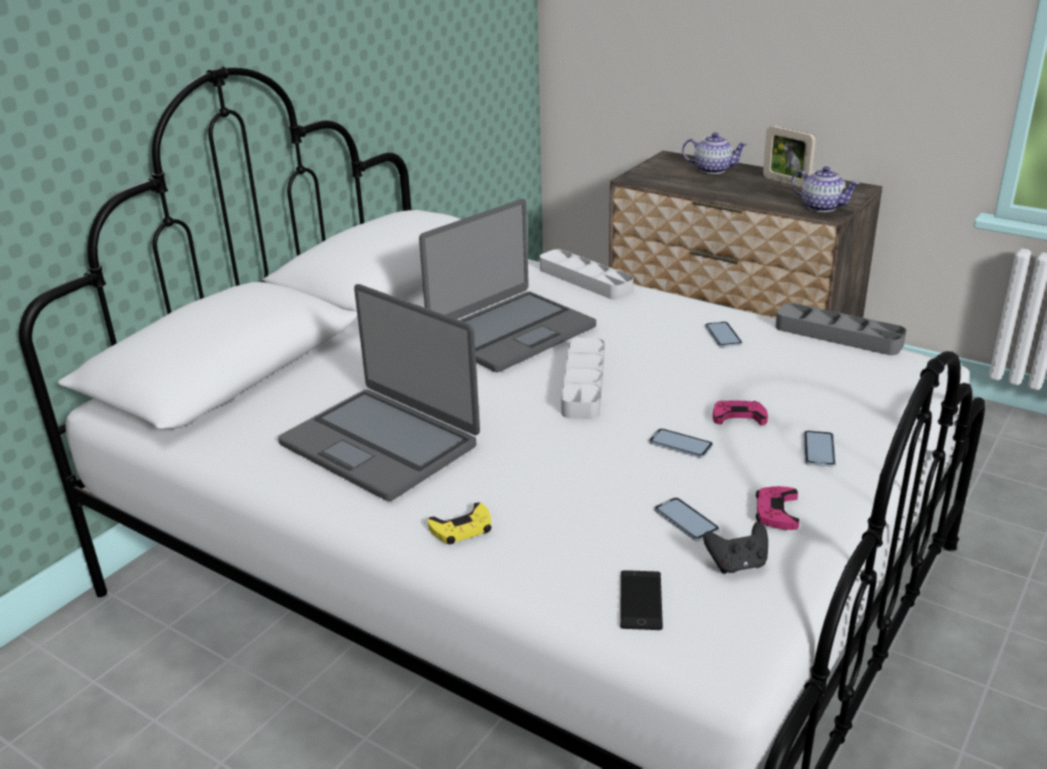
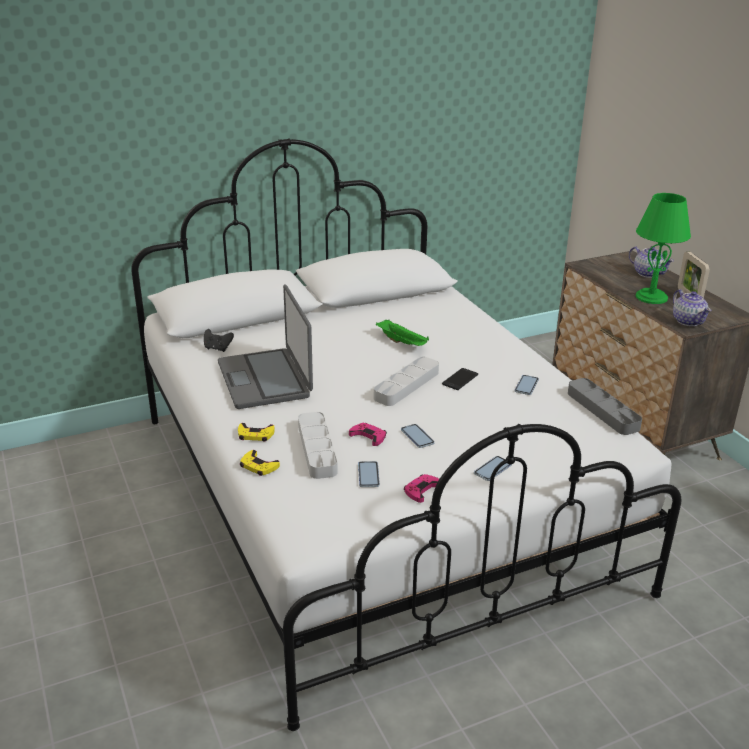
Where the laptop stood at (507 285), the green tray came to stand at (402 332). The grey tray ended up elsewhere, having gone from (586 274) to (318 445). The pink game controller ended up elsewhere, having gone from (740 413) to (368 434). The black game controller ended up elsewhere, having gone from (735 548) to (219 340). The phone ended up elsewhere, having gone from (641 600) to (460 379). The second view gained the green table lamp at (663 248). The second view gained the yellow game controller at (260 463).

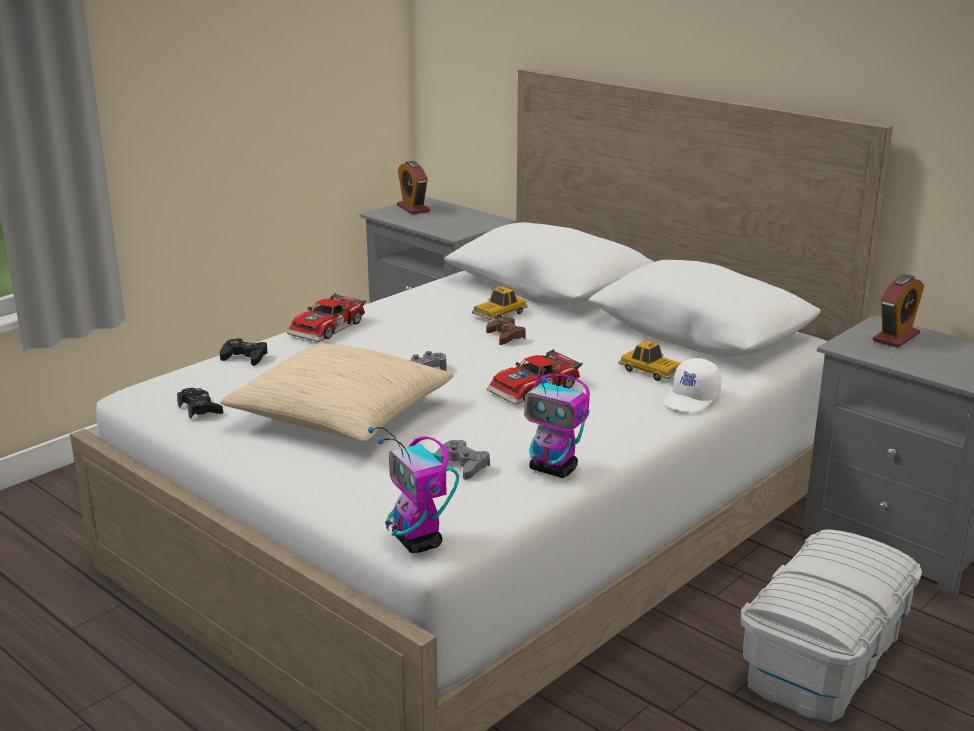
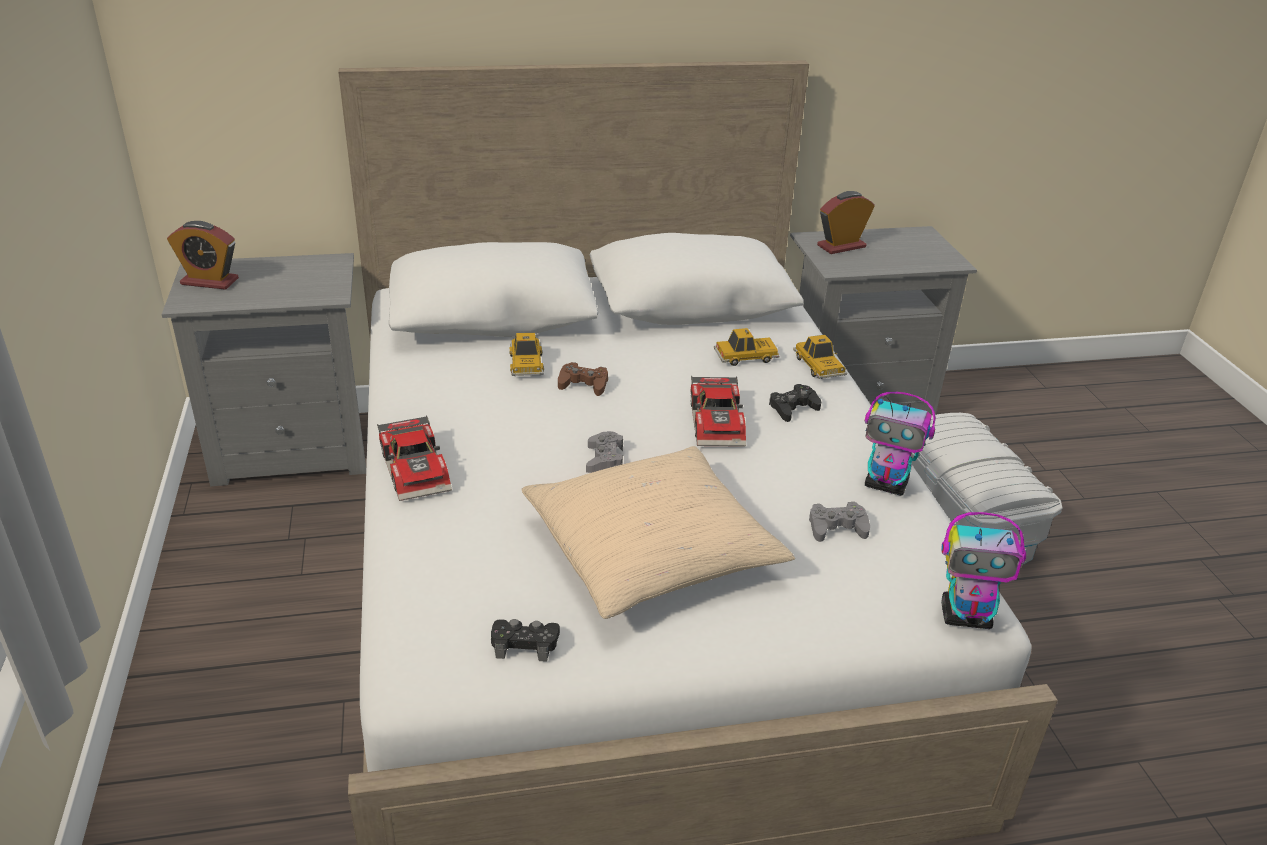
The alarm clock at (898 311) ended up facing another way, 105 degrees counterclockwise from before. The black game controller ended up elsewhere, having gone from (244 352) to (795 403). Where the white cap stood at (692 385), the toy car came to stand at (820 357). The toy robot at (555 424) ended up facing another way, 45 degrees clockwise from before.

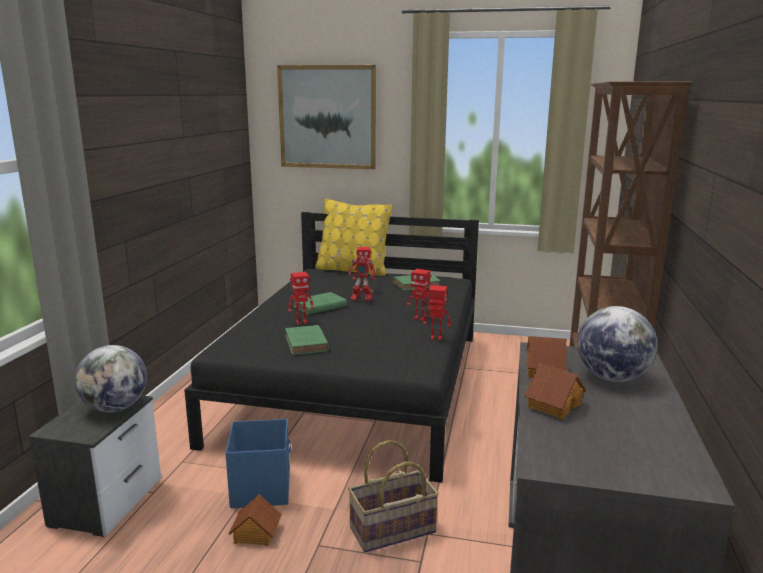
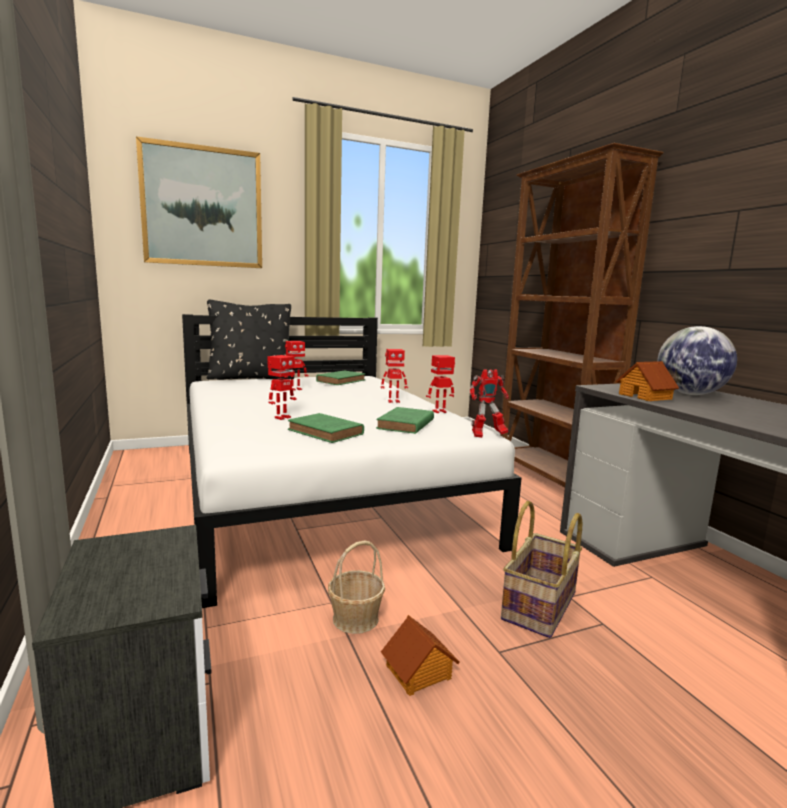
What was the yellow pillow at (354 237) turned into the black pillow at (250 340). What was the black bed at (331 347) turned into the white bed at (352 461). The toy robot ended up elsewhere, having gone from (361 278) to (489 403). The green book ended up elsewhere, having gone from (320 303) to (405 420). The second view lost the globe at (111 378). The second view lost the toy house at (555 391). Where the blue storage box stood at (258 463), the basket came to stand at (356 587).

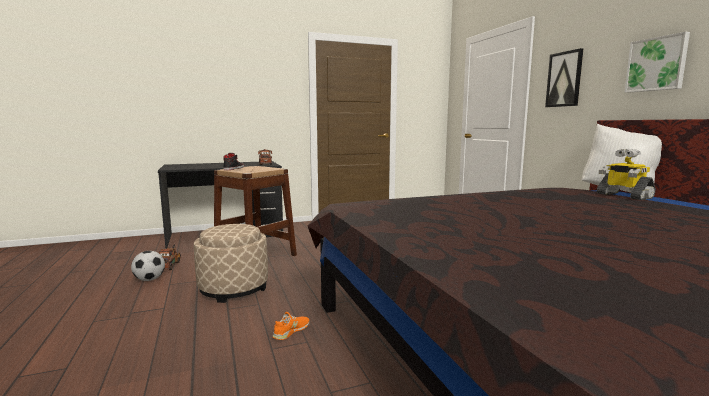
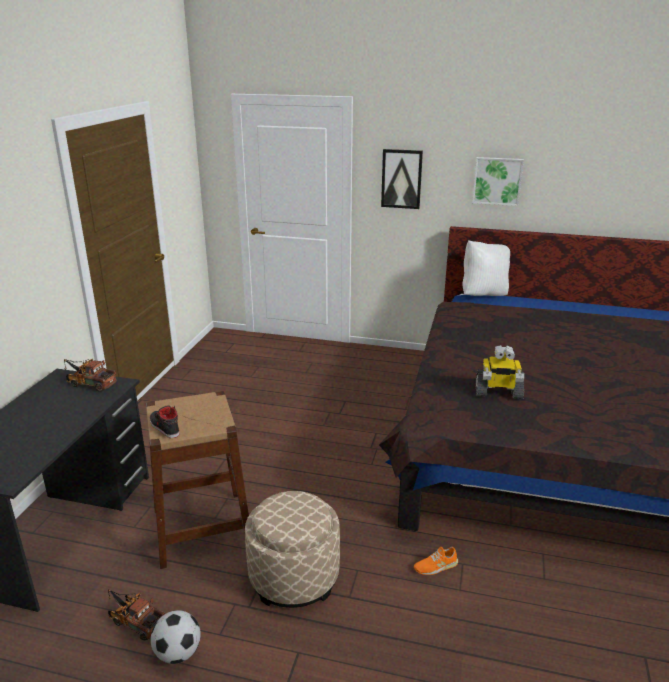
The toy robot ended up elsewhere, having gone from (626 174) to (499 372). The orange shoe at (291 326) ended up facing another way, 90 degrees counterclockwise from before.

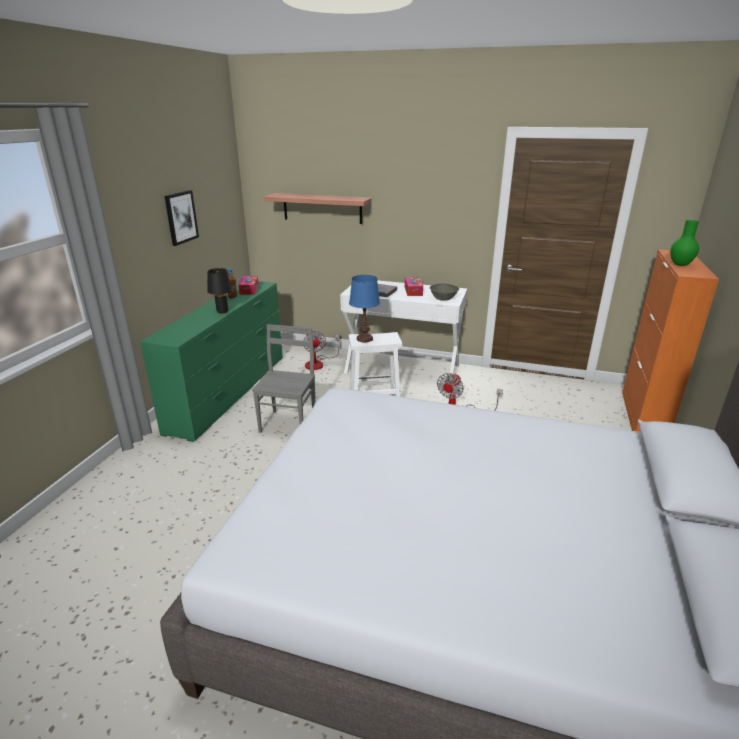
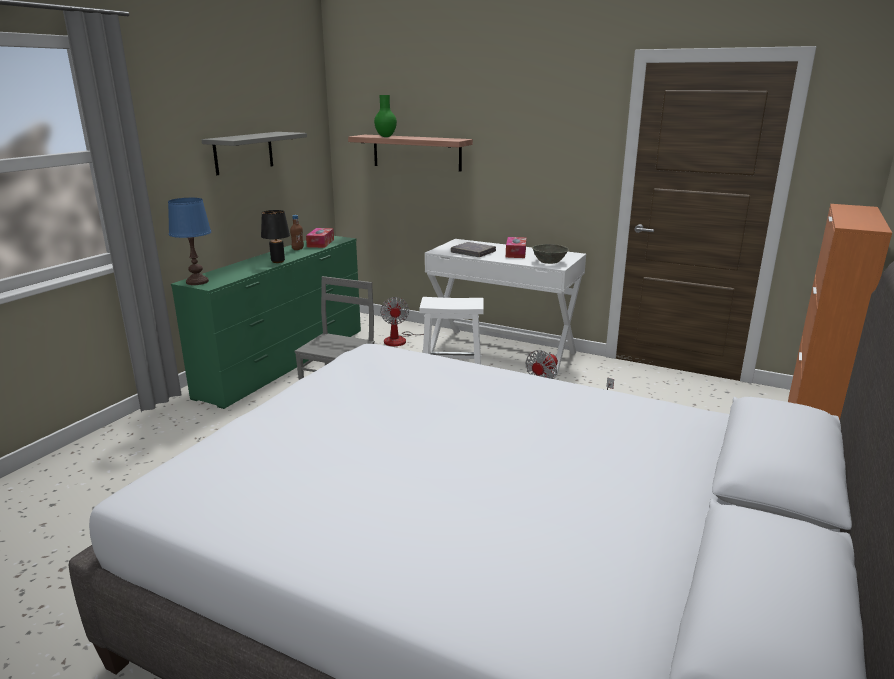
Where the picture hung at (181 218), the grey shelf came to hang at (254 153). The green vase ended up elsewhere, having gone from (684 243) to (385 116). The blue table lamp ended up elsewhere, having gone from (364 308) to (189 241).

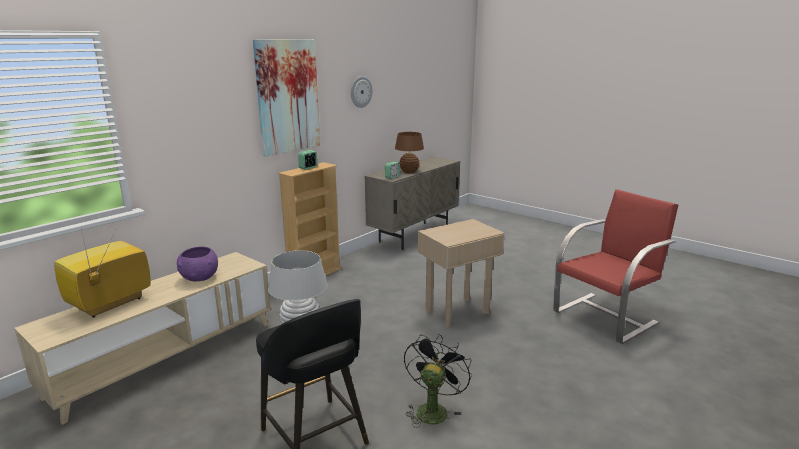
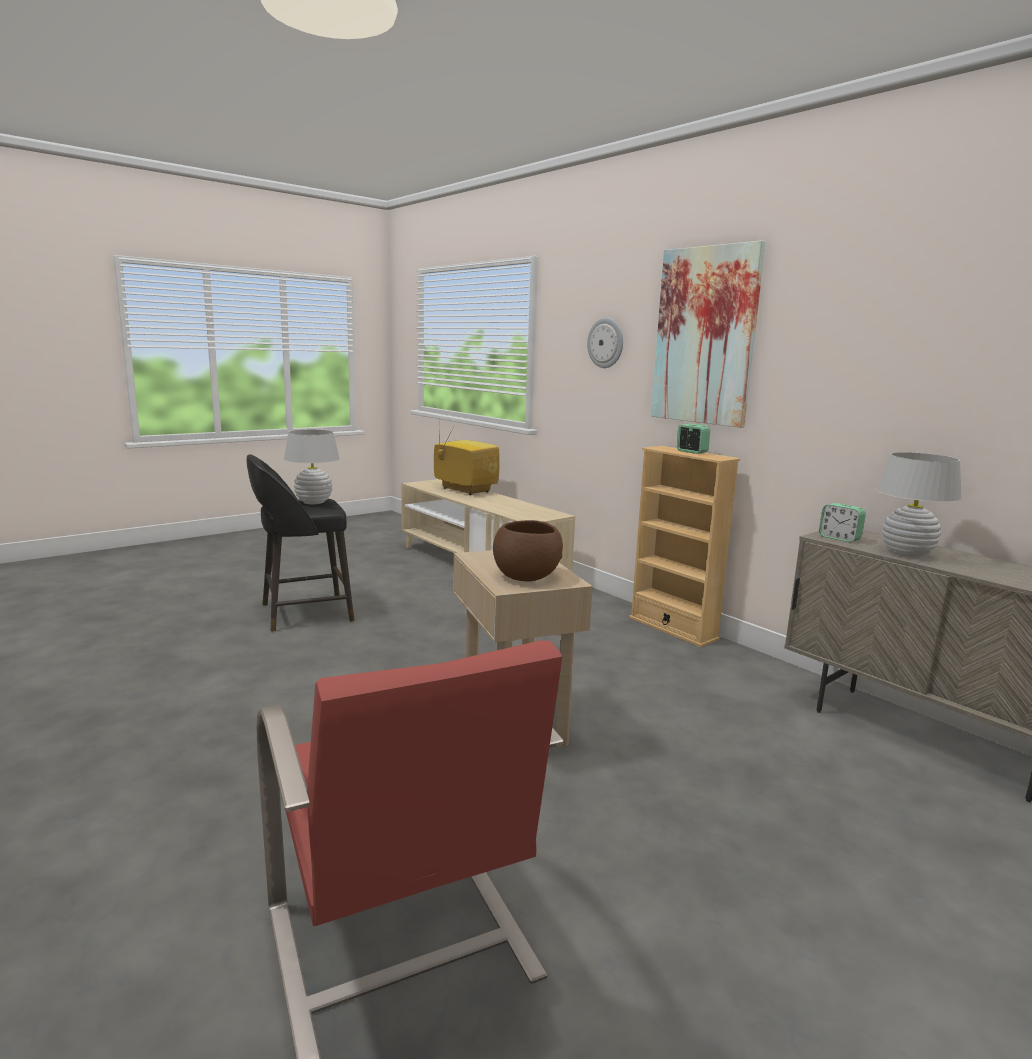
The wall clock ended up elsewhere, having gone from (361 92) to (605 343). What was the brown table lamp at (409 152) turned into the white table lamp at (918 504). The second view lost the purple bowl at (197 263). The second view lost the black fan at (438 381). The second view gained the brown bowl at (528 550).

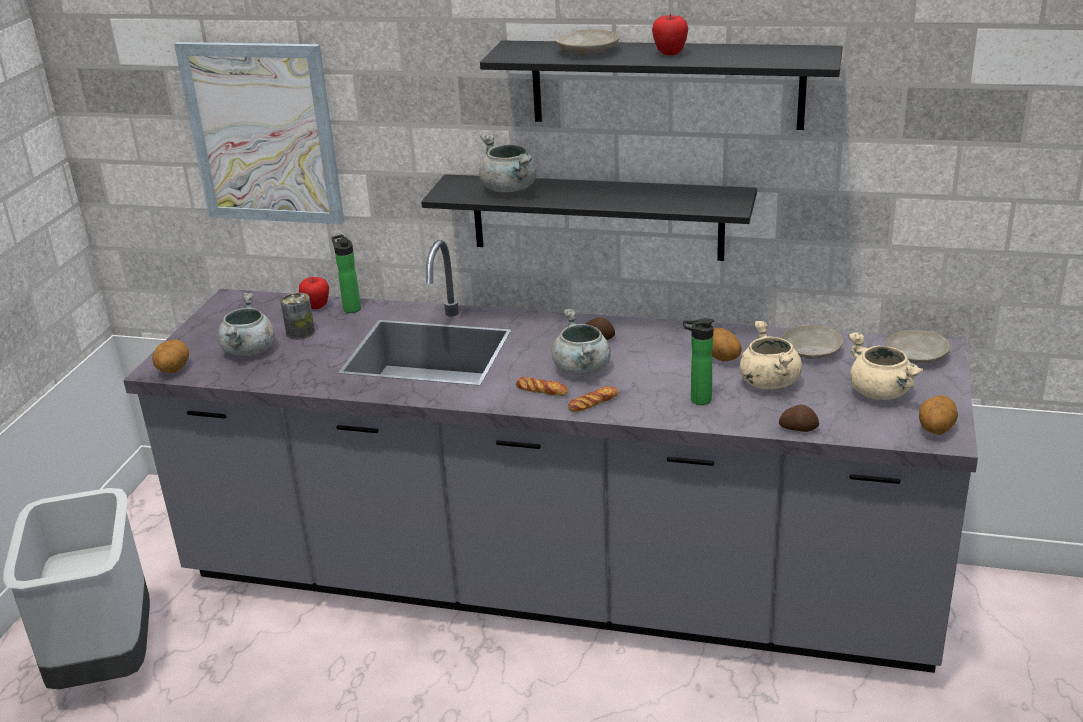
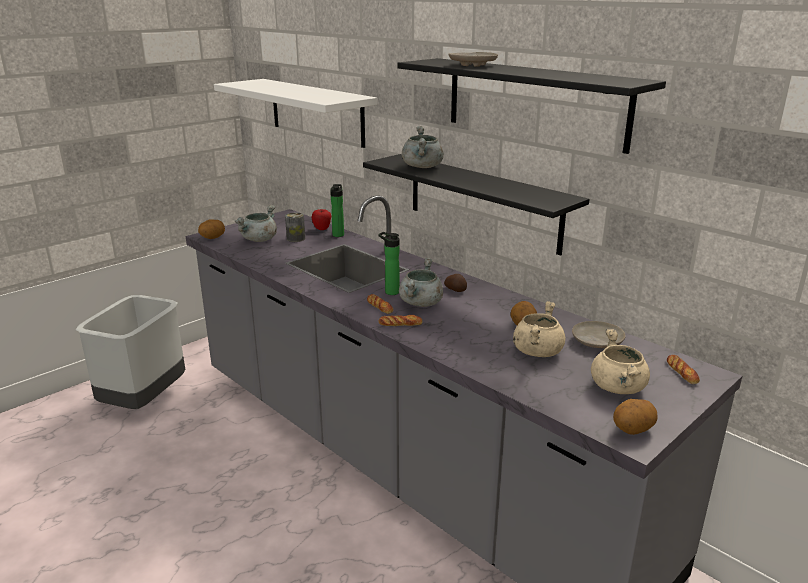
The second view lost the apple at (670 34). Where the picture hung at (259 133), the white shelf came to hang at (295 113). The bottle ended up elsewhere, having gone from (698 361) to (389 263). Where the beige plate stood at (918 346), the bread came to stand at (683 369). The second view lost the potato at (799 418).

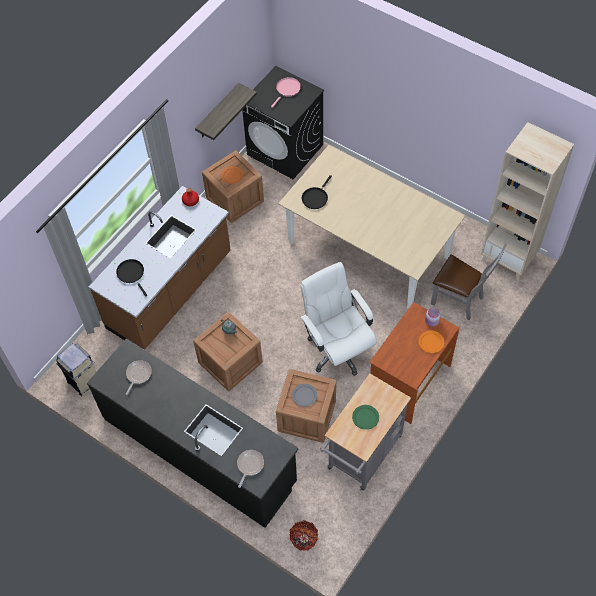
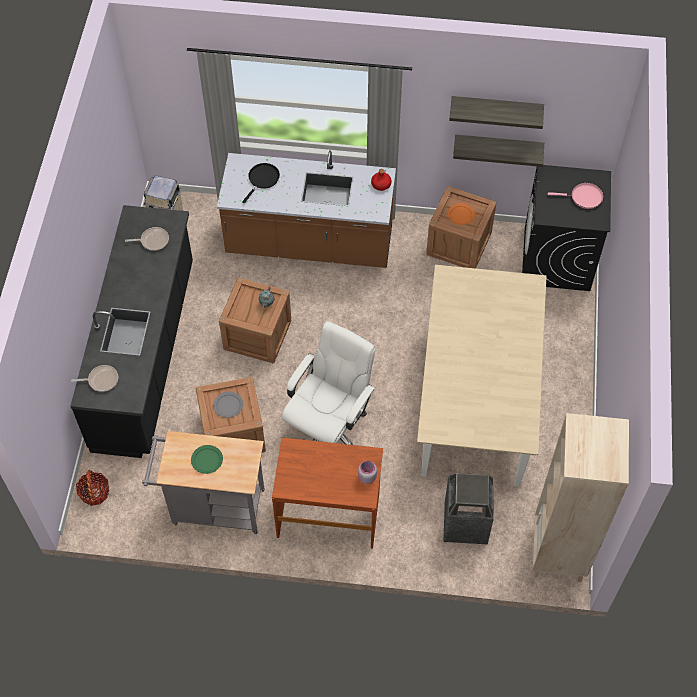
The second view lost the black frying pan at (317 192). Where the grey chair stood at (469 282), the trash can came to stand at (469 508). The second view lost the orange plate at (431 341). The second view gained the shelf at (496 112).

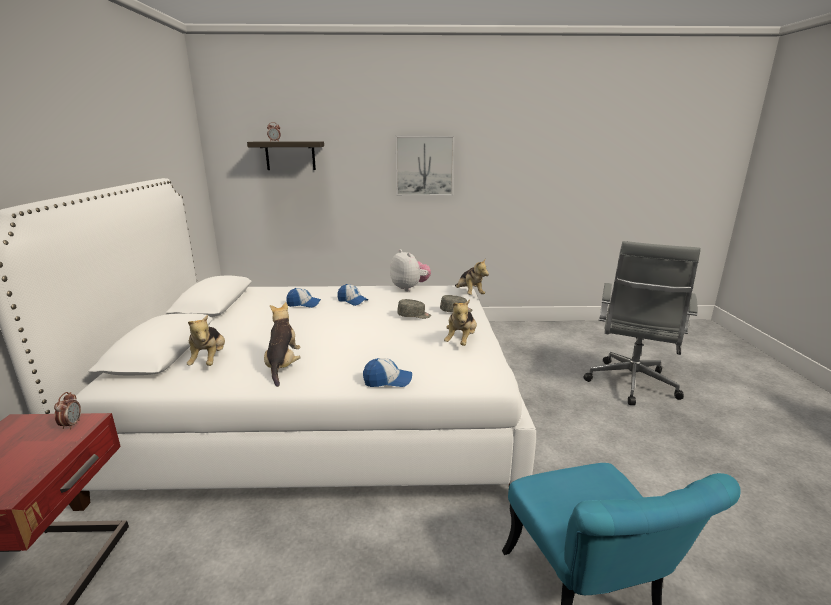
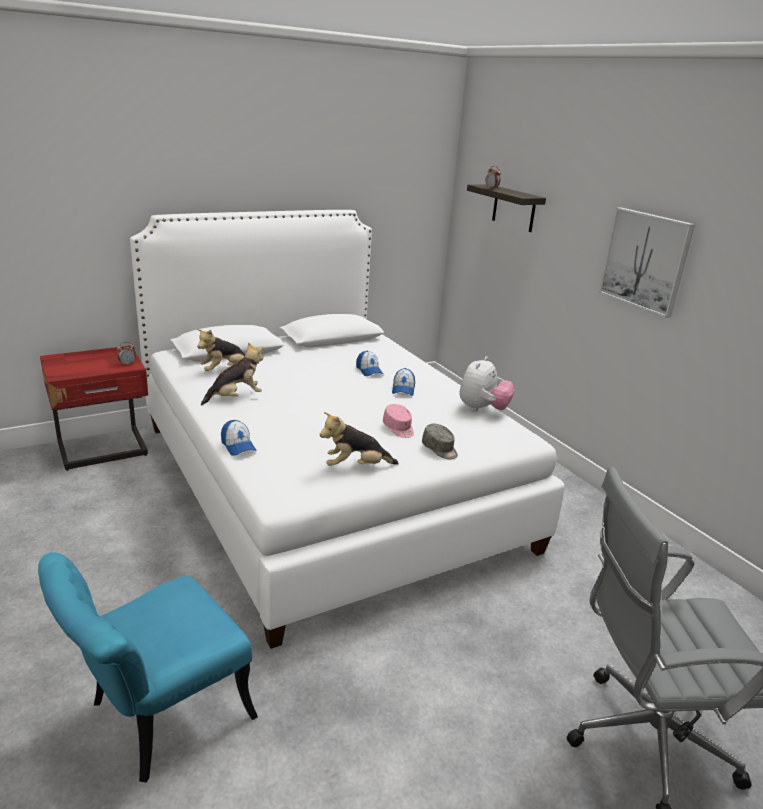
The second view lost the plush toy at (472 276). What was the grey cap at (414 309) turned into the pink cap at (398 421).

